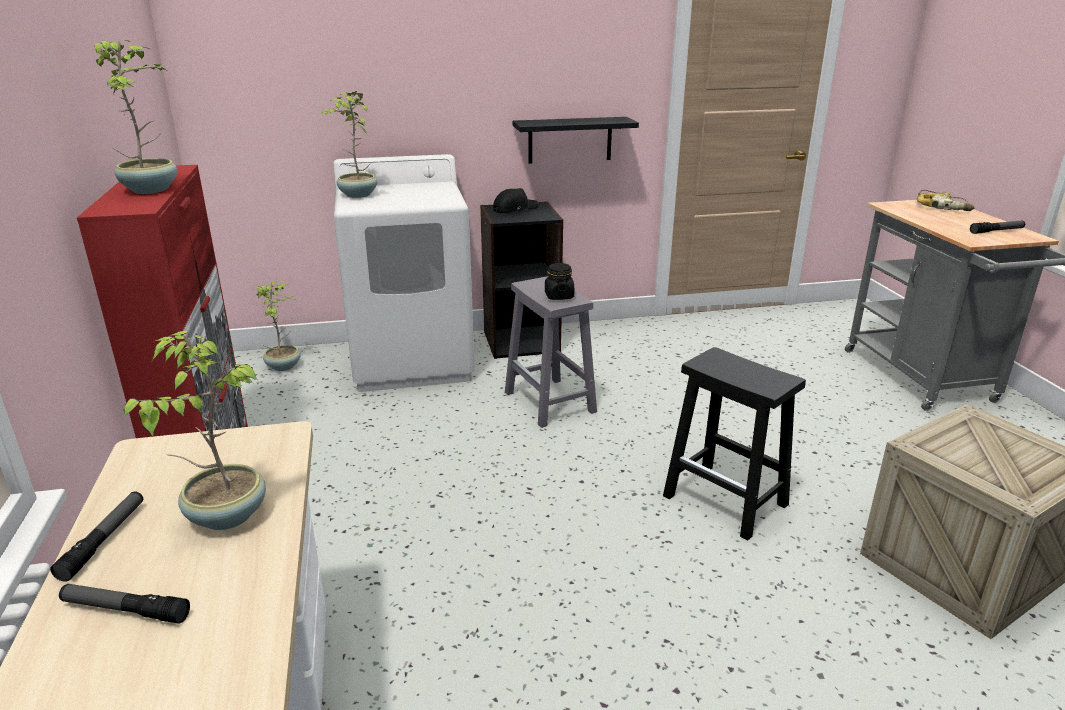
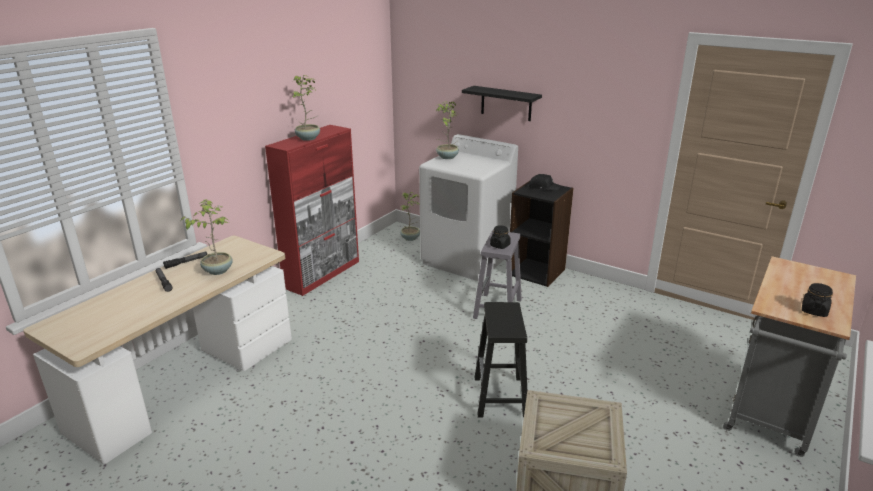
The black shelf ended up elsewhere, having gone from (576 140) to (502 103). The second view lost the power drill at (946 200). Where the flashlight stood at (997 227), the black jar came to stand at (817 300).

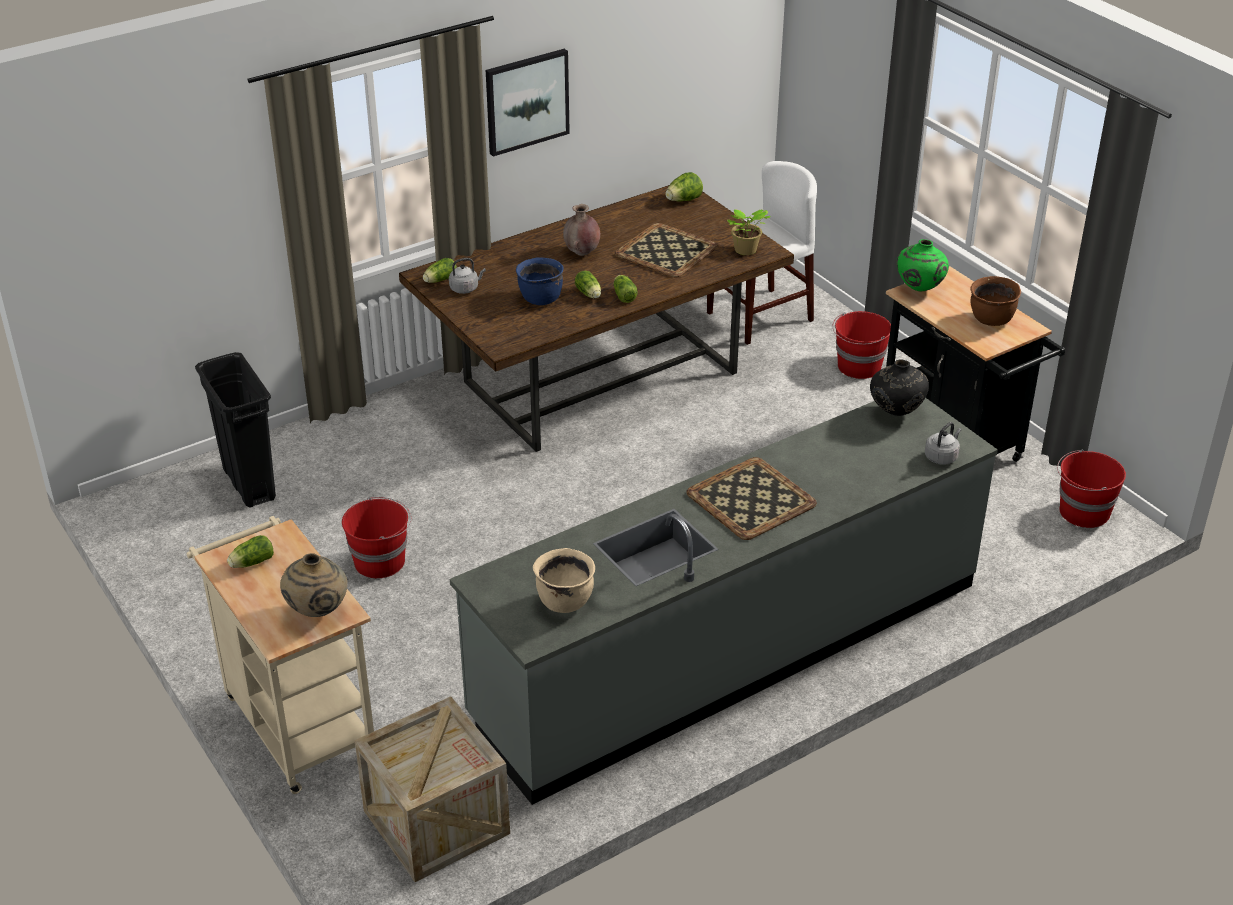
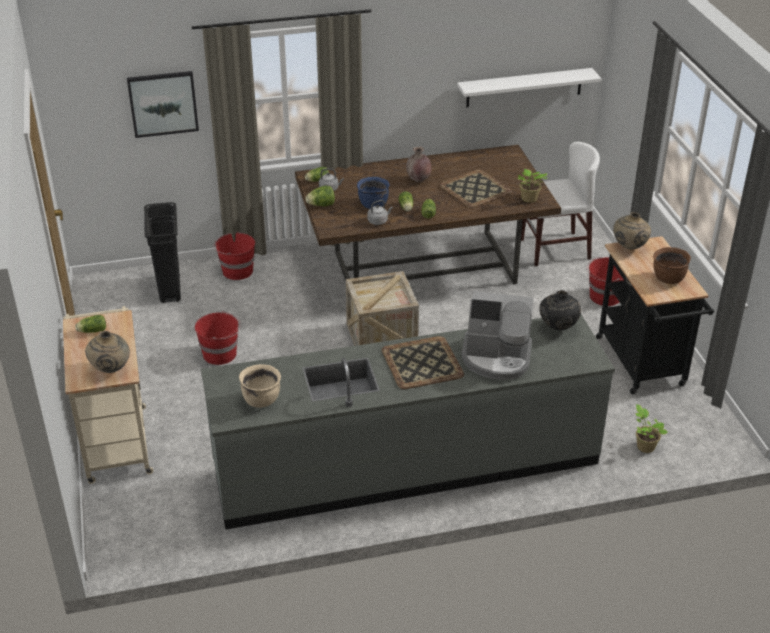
The picture ended up elsewhere, having gone from (528 103) to (163 104). The lettuce ended up elsewhere, having gone from (684 186) to (320 196). What was the green vase at (922 265) turned into the beige vase at (632 231). The grey kettle ended up elsewhere, having gone from (943 443) to (380 212). The red bucket ended up elsewhere, having gone from (1091 488) to (234 256). The crate ended up elsewhere, having gone from (432 789) to (382 308). The second view gained the white shelf at (529 87). The second view gained the coffee machine at (497 335). The second view gained the potted plant at (652 428).

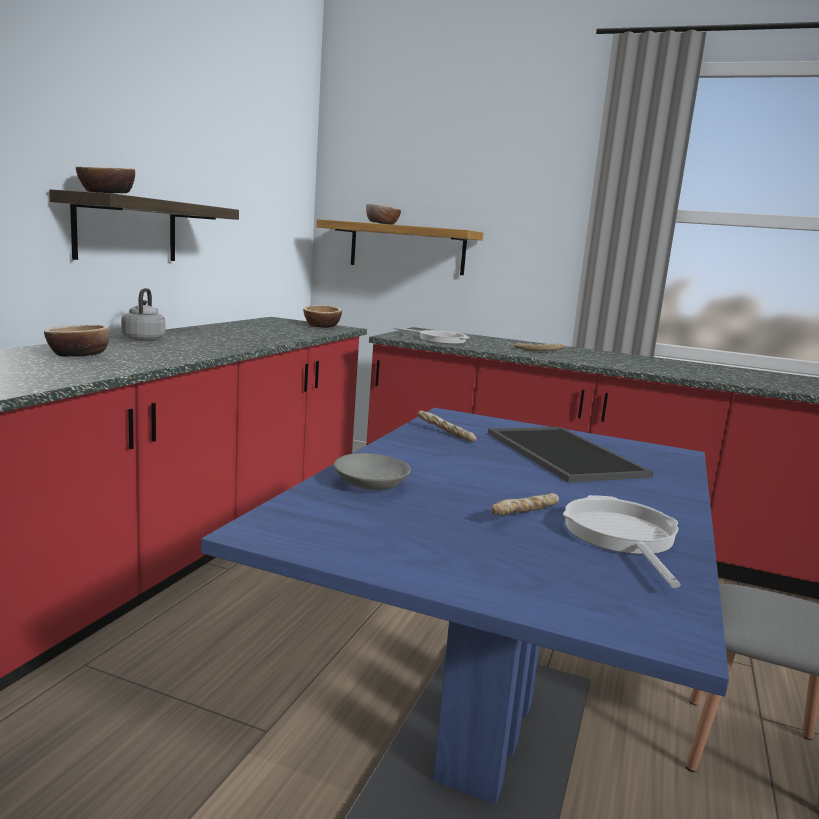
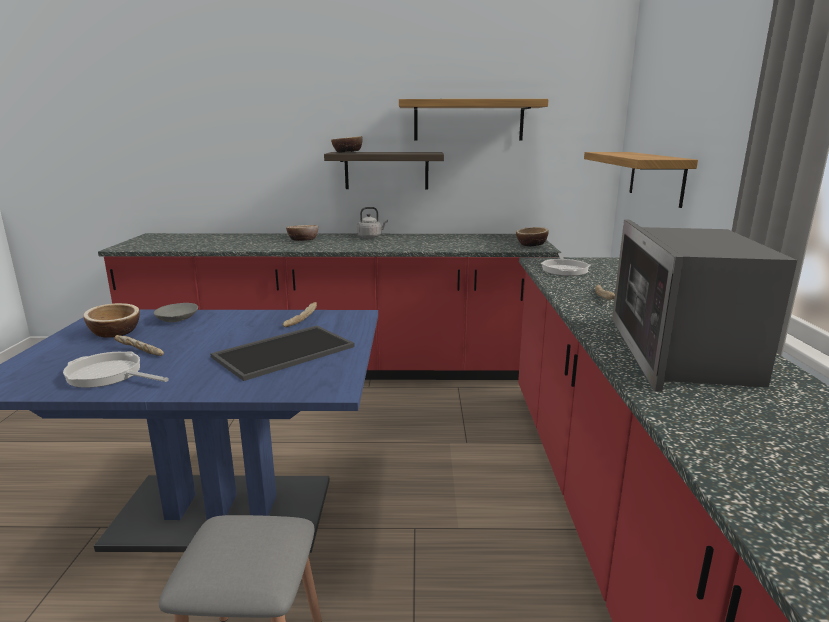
The bowl ended up elsewhere, having gone from (383 214) to (111 320). The frying pan at (622 541) ended up facing another way, 135 degrees counterclockwise from before. The second view gained the shelf at (474 119). The second view gained the microwave at (704 306).

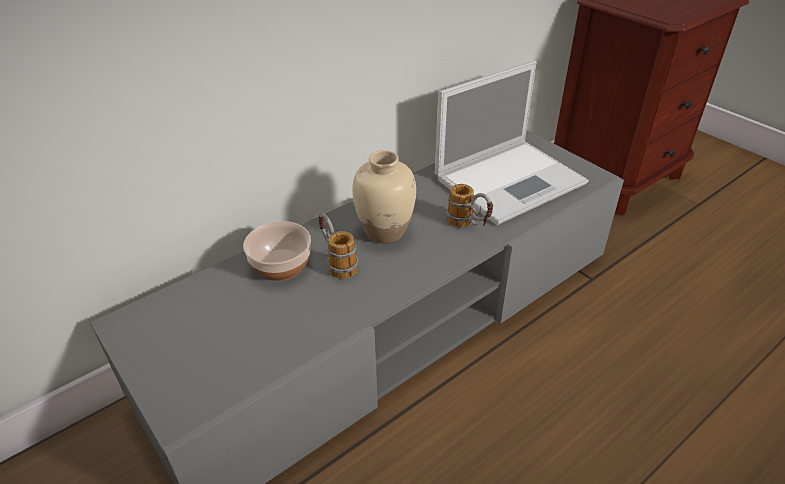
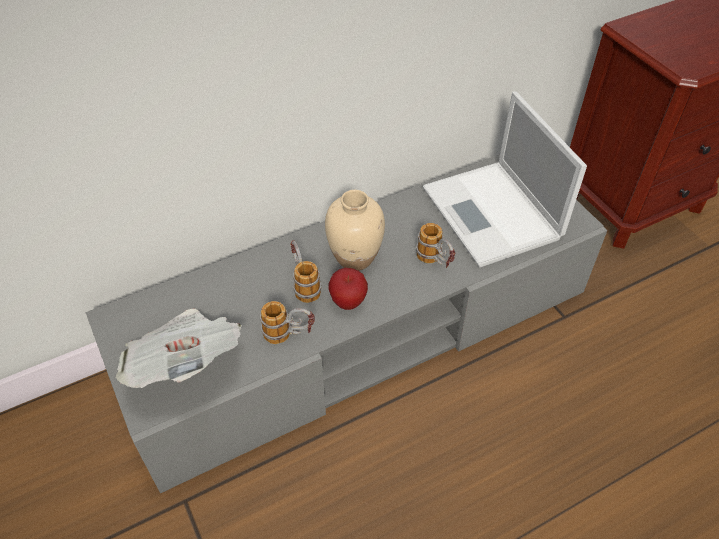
The laptop at (512 143) ended up facing another way, 90 degrees clockwise from before. The second view lost the bowl at (277 251). The second view gained the apple at (348 289). The second view gained the mug at (287 322). The second view gained the newspaper at (179 348).

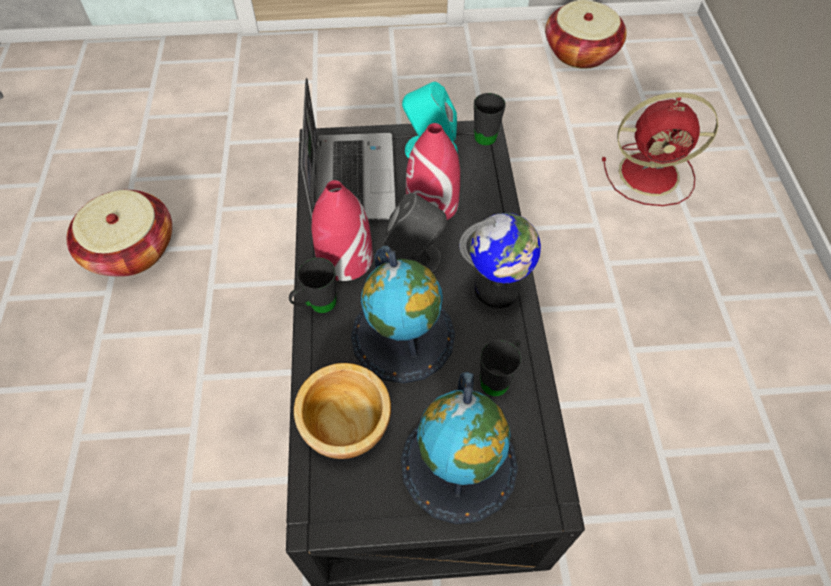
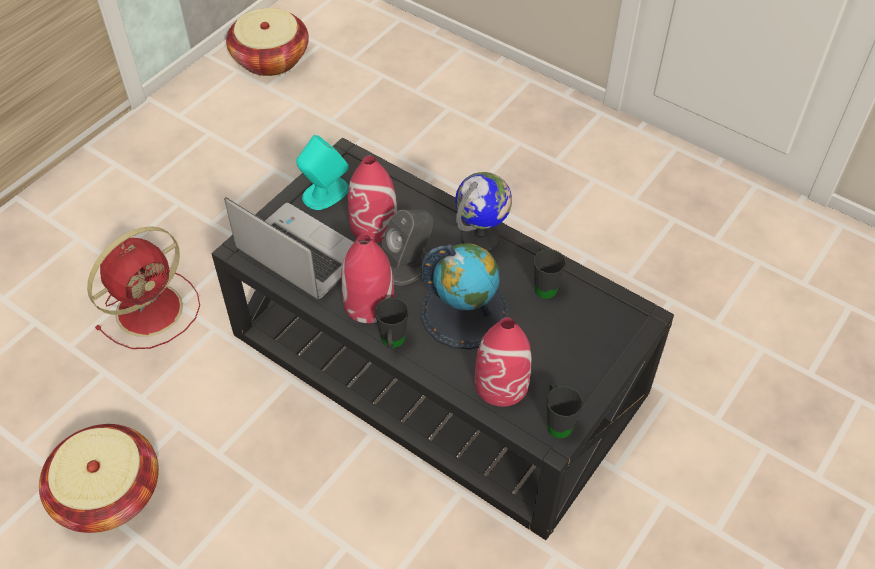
The red fan ended up elsewhere, having gone from (660 149) to (143 287). The black mug ended up elsewhere, having gone from (490 119) to (565 411). Where the bowl stood at (342 411), the red vase came to stand at (503 361). The second view lost the globe at (459 448).

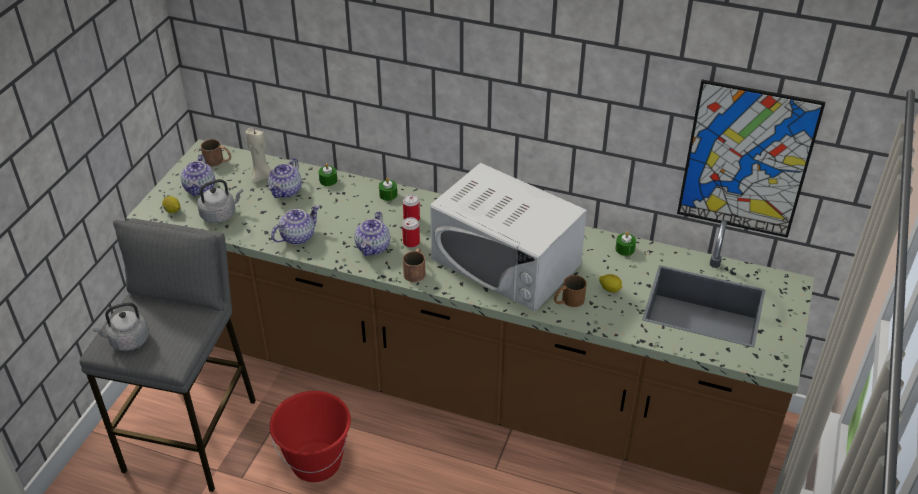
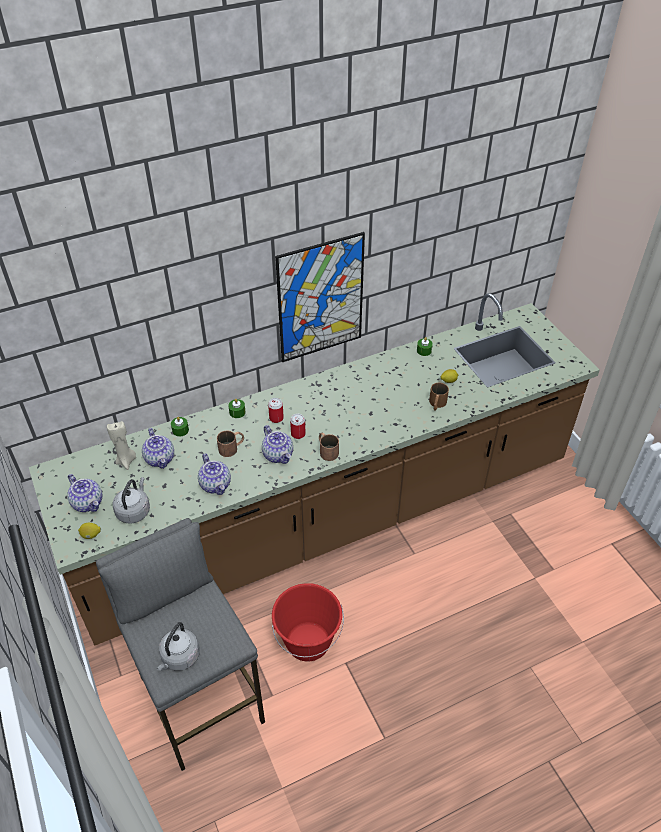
The picture ended up elsewhere, having gone from (751 158) to (320 297). The brown mug ended up elsewhere, having gone from (216 153) to (230 444). The second view lost the white microwave at (508 237). The teapot at (295 225) ended up facing another way, 150 degrees clockwise from before.

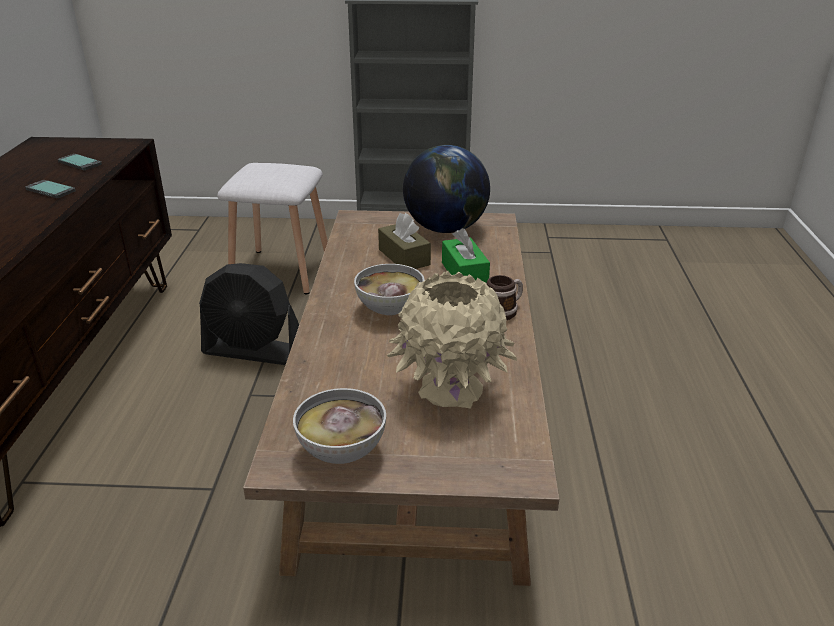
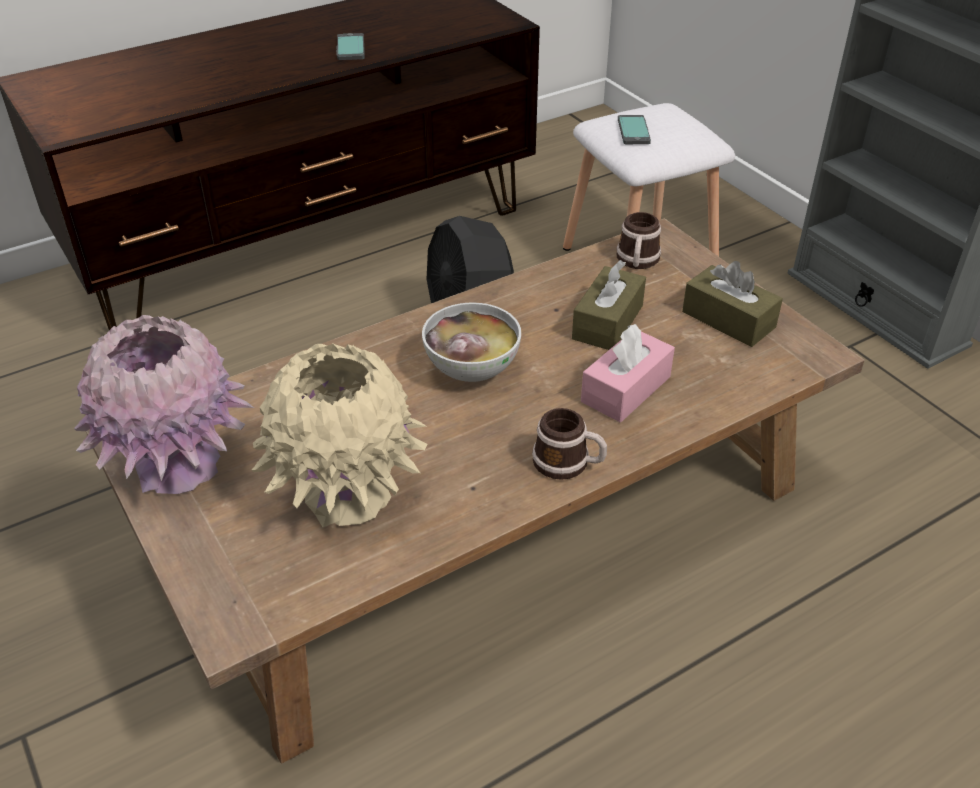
Where the globe stood at (446 189), the brown tissue box came to stand at (732 304). The phone ended up elsewhere, having gone from (79 162) to (634 129). What was the green tissue box at (466 255) turned into the pink tissue box at (628 373). Where the bowl stood at (339 426), the pink vase came to stand at (164 404). The second view gained the mug at (639 240).

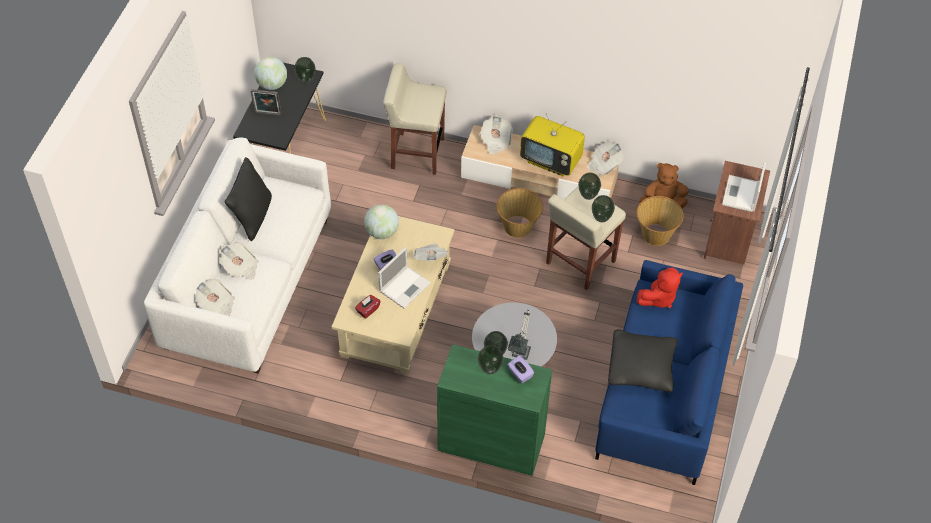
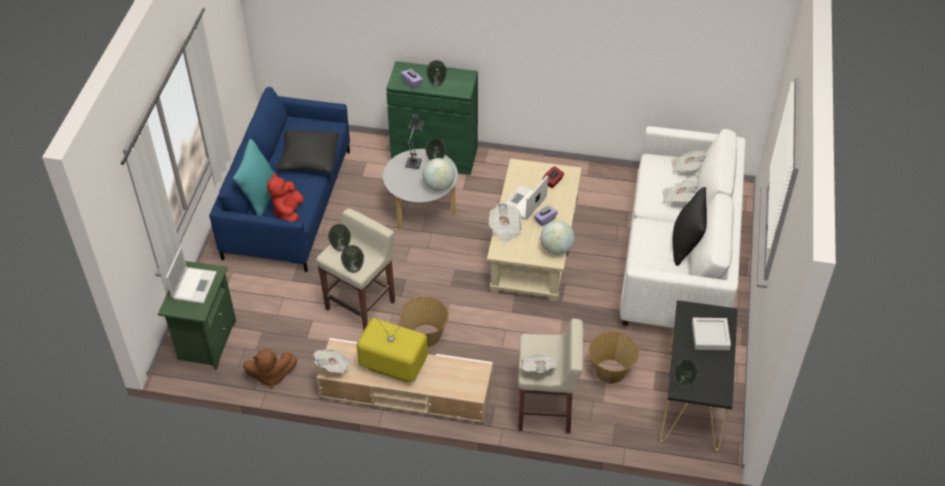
The globe ended up elsewhere, having gone from (270 73) to (438 174). Where the picture frame stood at (266 102), the grey tray came to stand at (711 334). The newspaper ended up elsewhere, having gone from (496 135) to (539 362). What was the brown nightstand at (737 212) turned into the green nightstand at (197 315). The basket ended up elsewhere, having gone from (660 221) to (614 358). The red plush toy at (660 287) ended up facing another way, 45 degrees counterclockwise from before. The second view gained the turquoise pillow at (253 177).

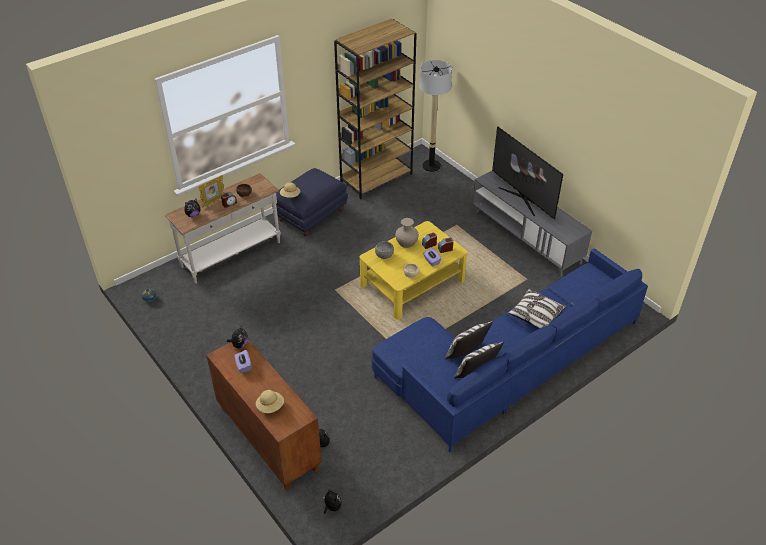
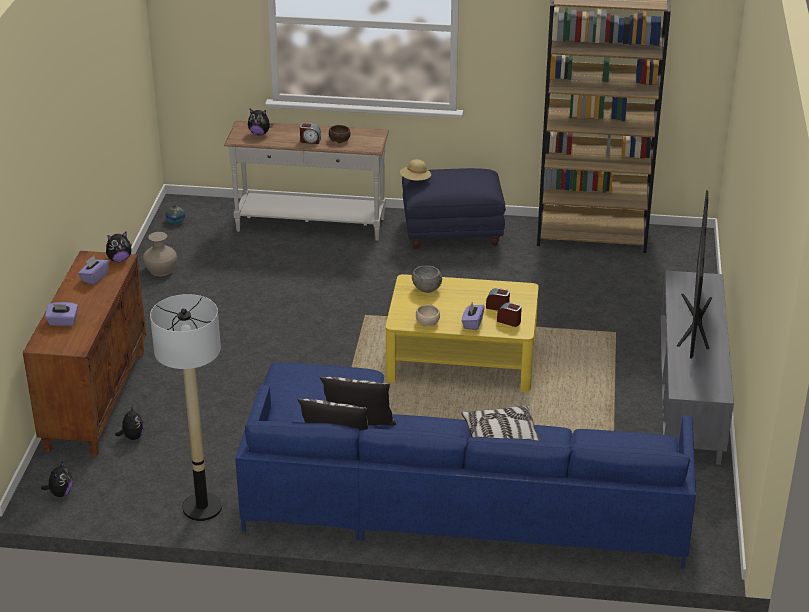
The floor lamp ended up elsewhere, having gone from (436 116) to (186 407). The second view lost the picture frame at (211 191). The beige vase ended up elsewhere, having gone from (407 233) to (160 254). Where the beige hat stood at (270 401), the purple tissue box came to stand at (61 314).

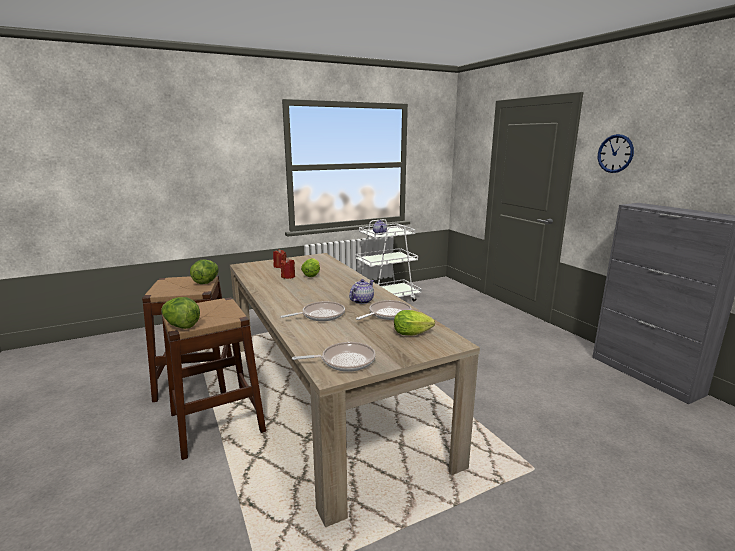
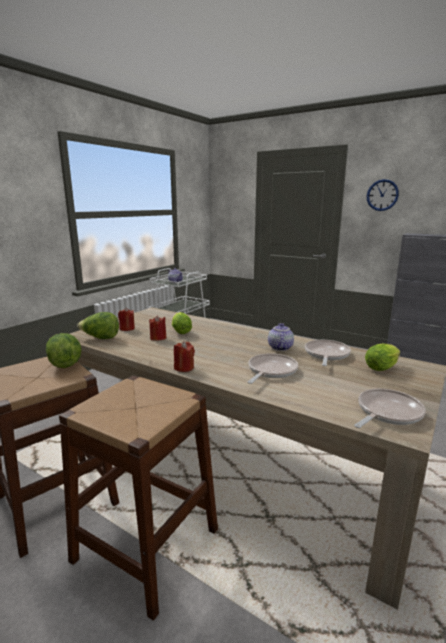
The lettuce ended up elsewhere, having gone from (181 313) to (98 325). The second view gained the red candle at (184 356).

